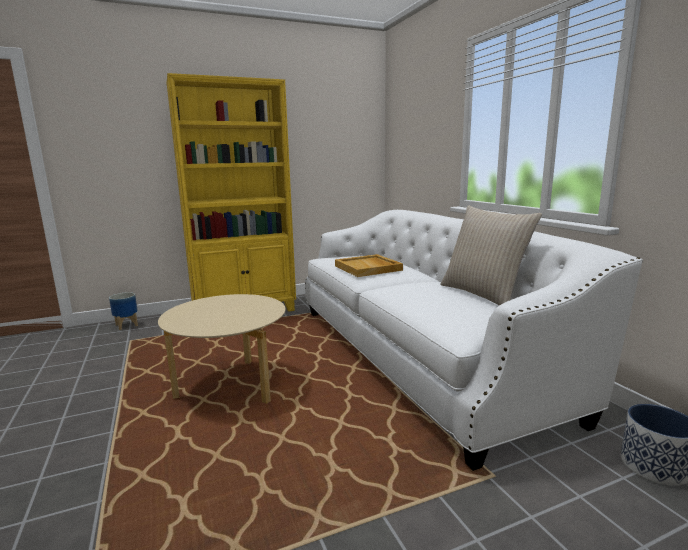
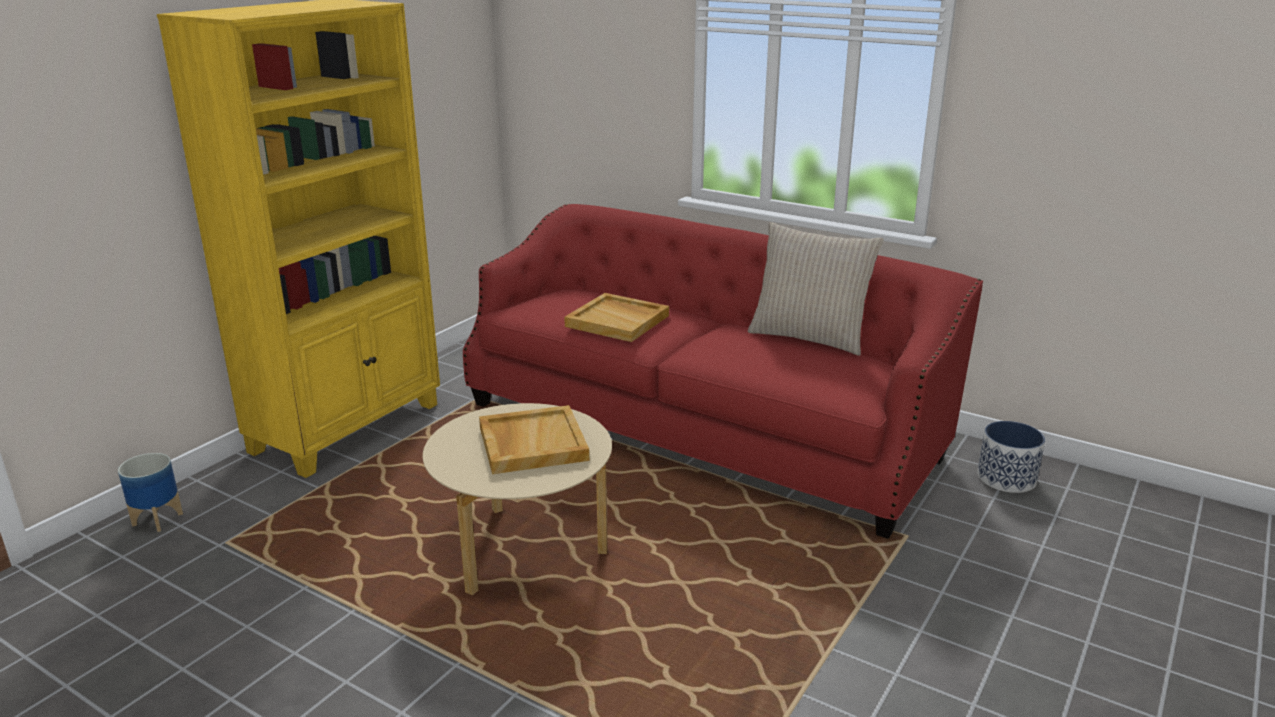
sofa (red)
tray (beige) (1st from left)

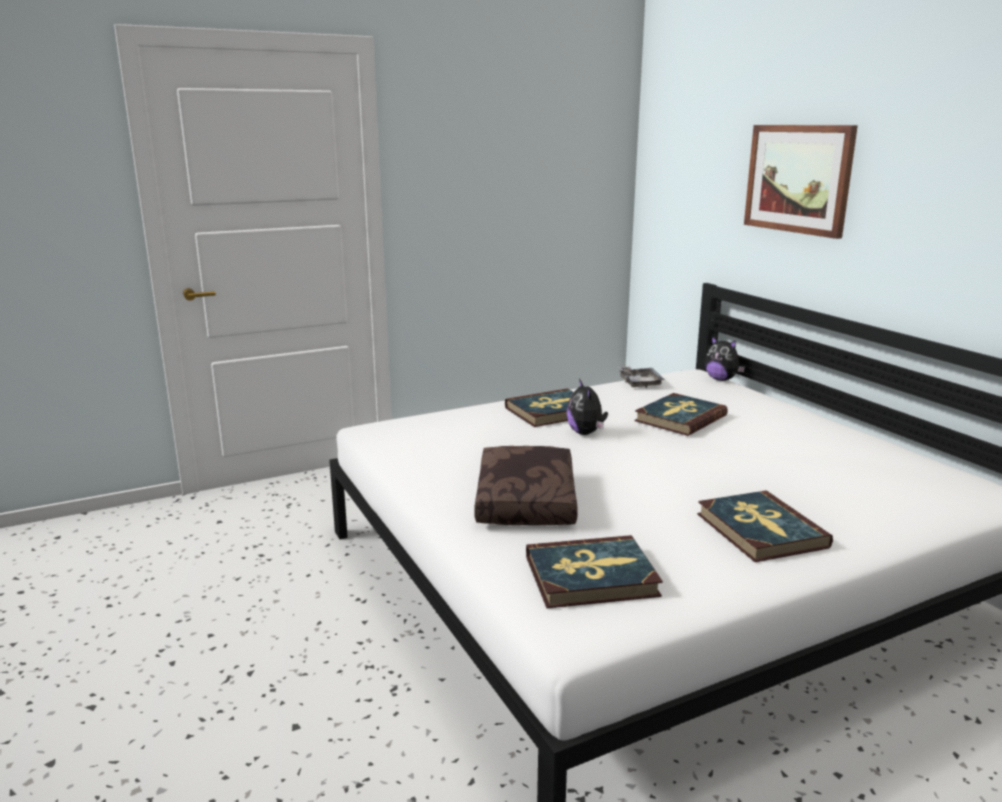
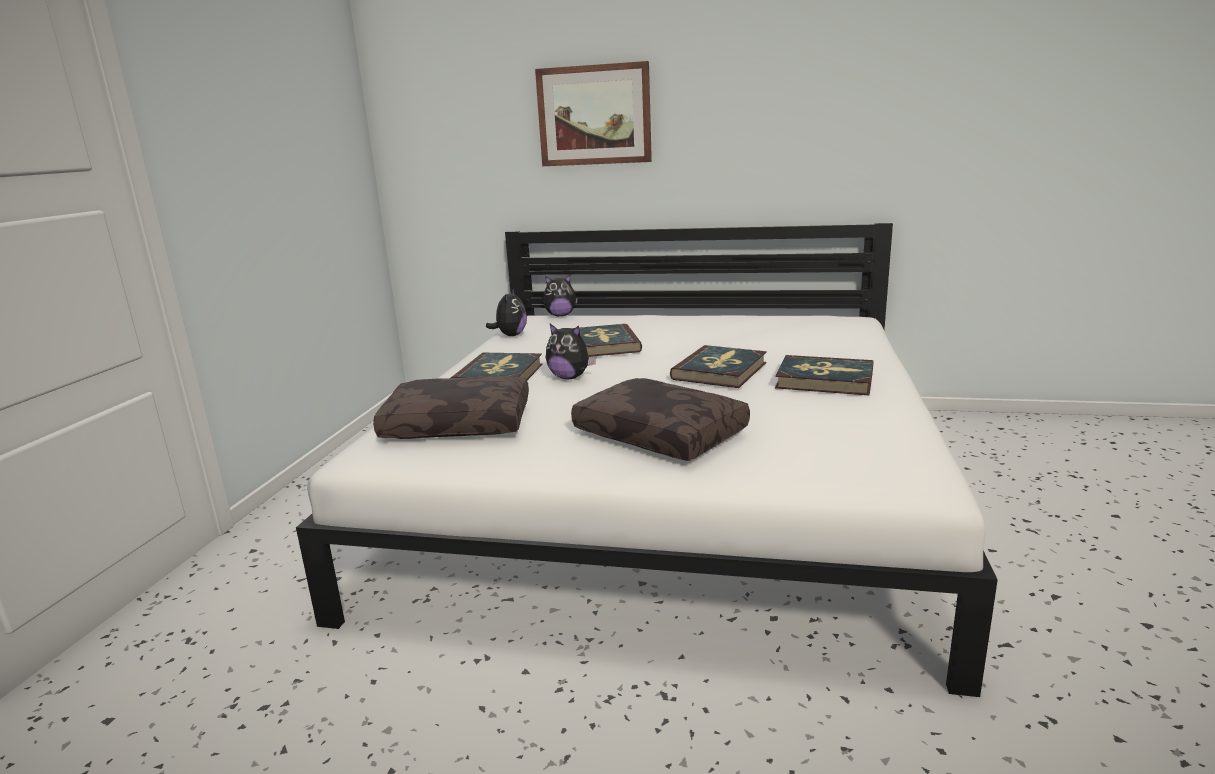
plush toy (1st from left)
book (3rd from left)
pillow (brown) (1st from left)

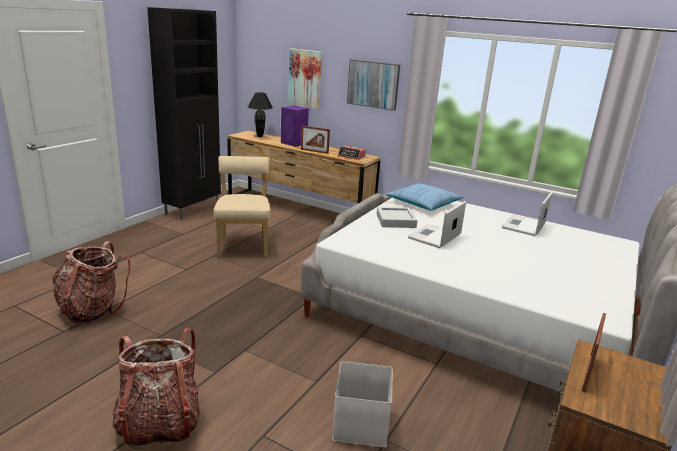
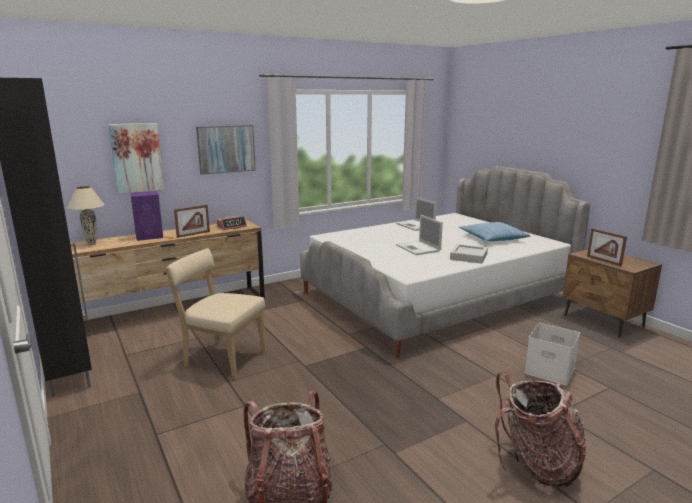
table lamp (beige)
pillow
tray (grey)

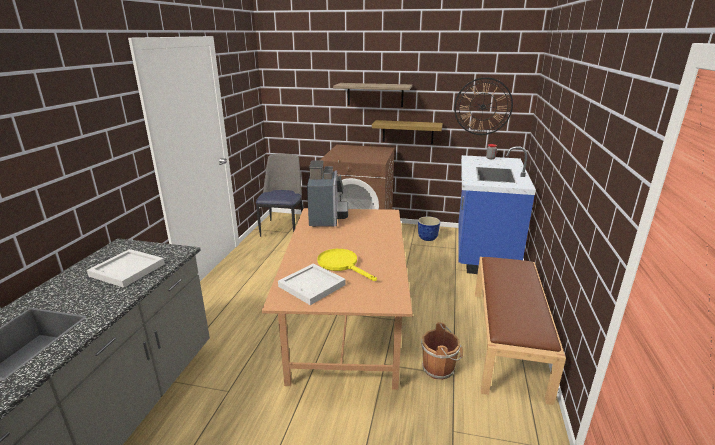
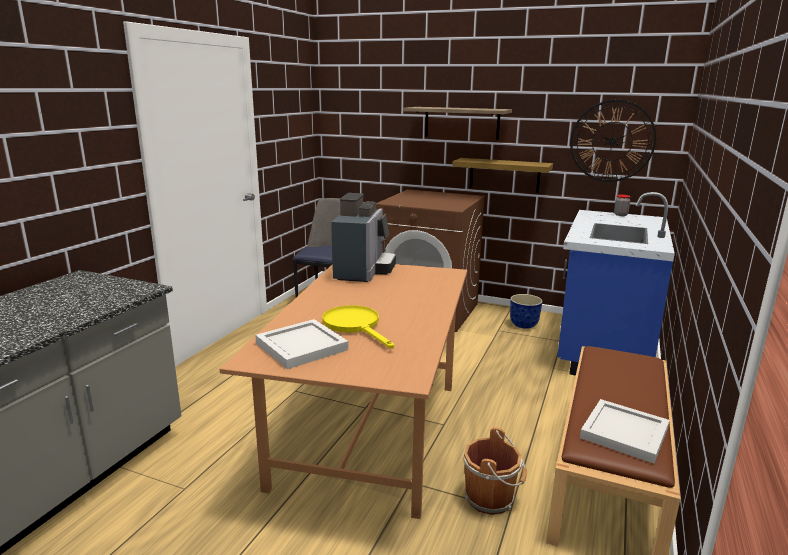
tray (white) (2nd from left)

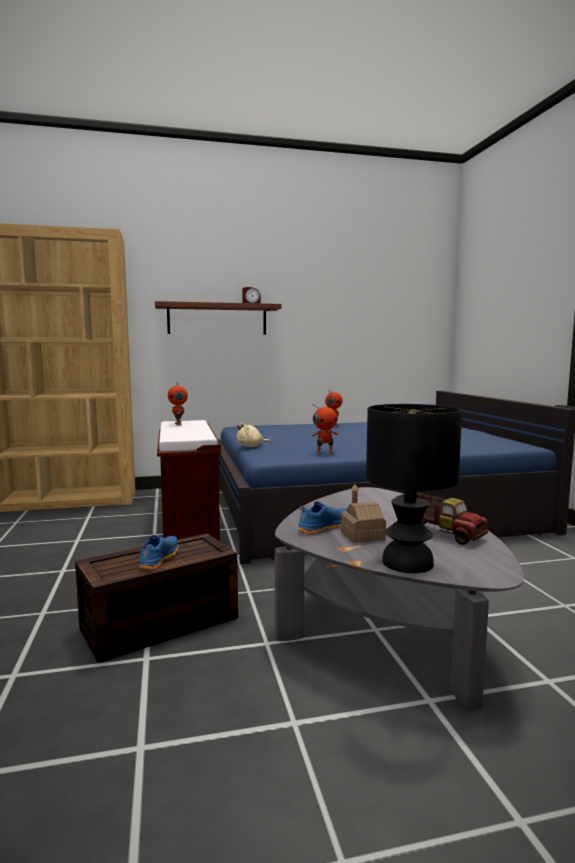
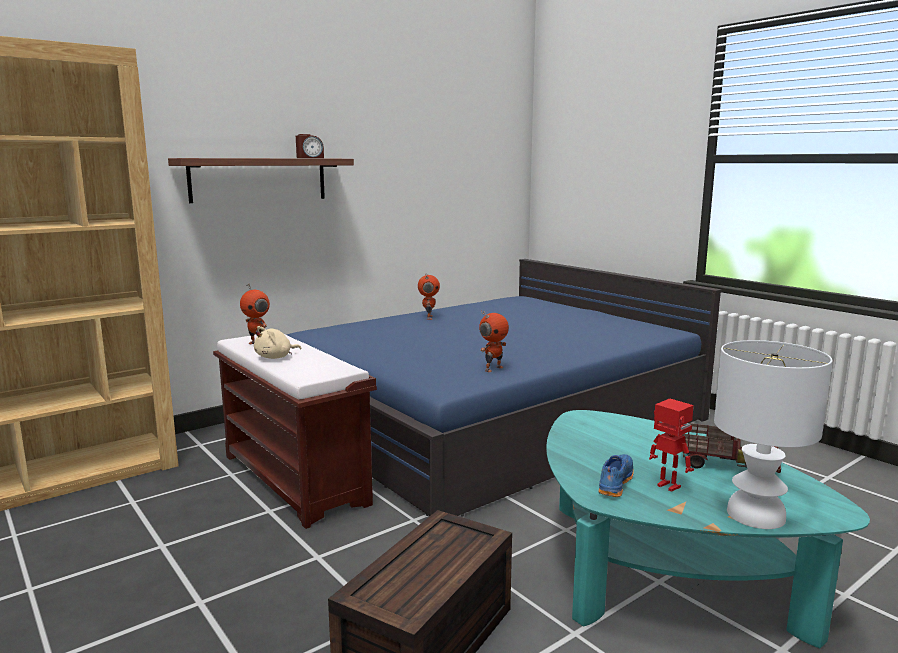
table lamp (white)
plush toy (beige)
toy robot (4th from left)
coffee table (turquoise)
shoe (blue) (1st from left in the first image)

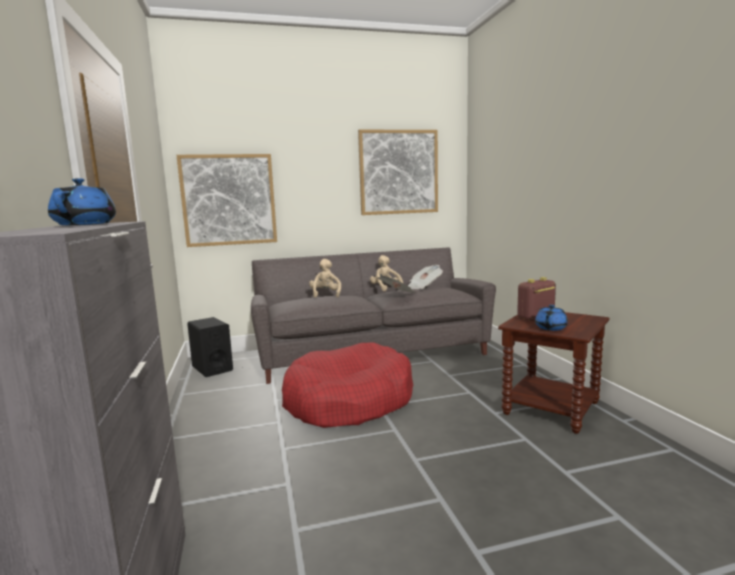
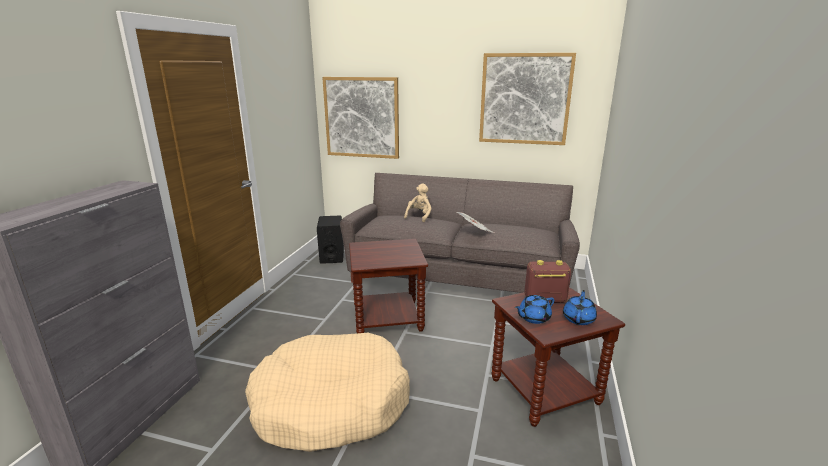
teapot (blue) (2nd from left)
plush toy (beige) (2nd from left in the first image)
newspaper (2nd from left in the first image)
side table (brown) (1st from left)
dog bed (beige)

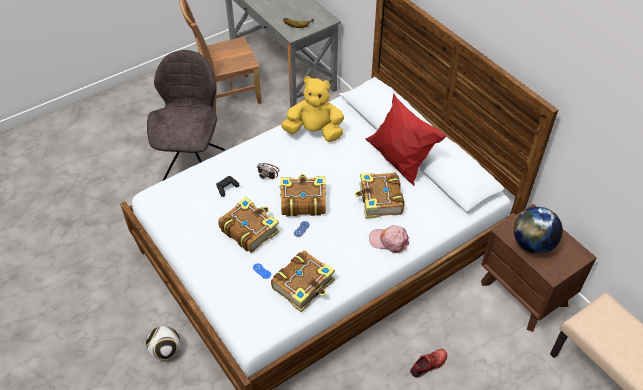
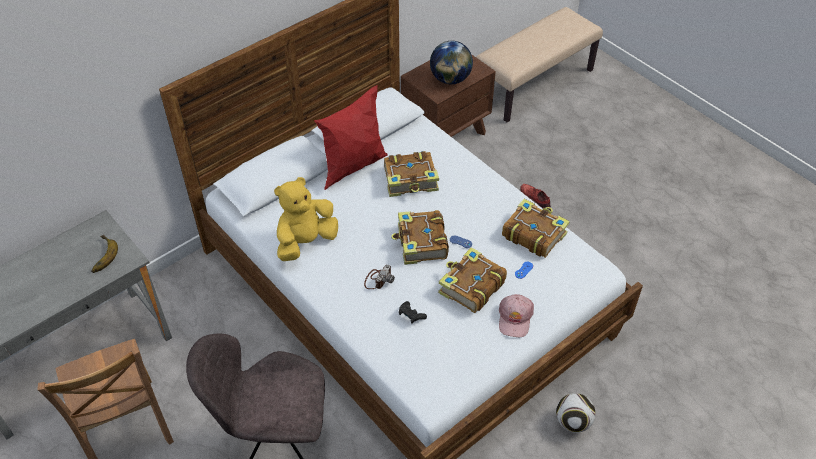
plush toy (yellow)
cap (pink)

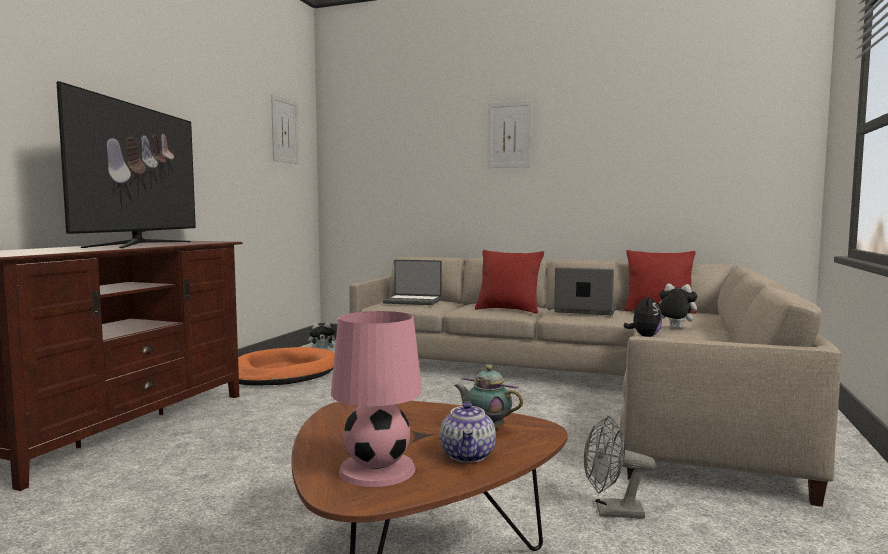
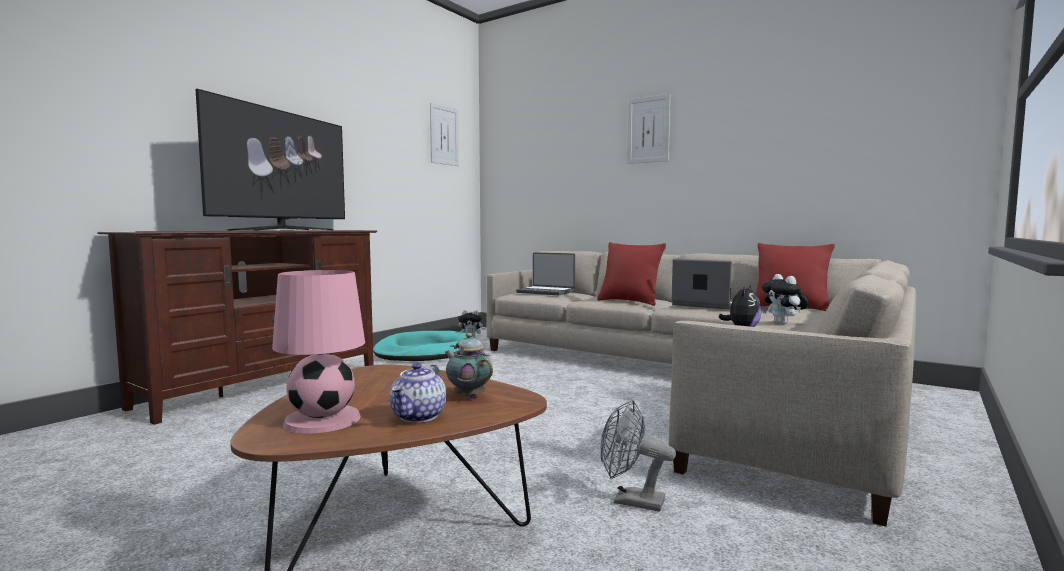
plush toy (3rd from left)
dog bed (turquoise)

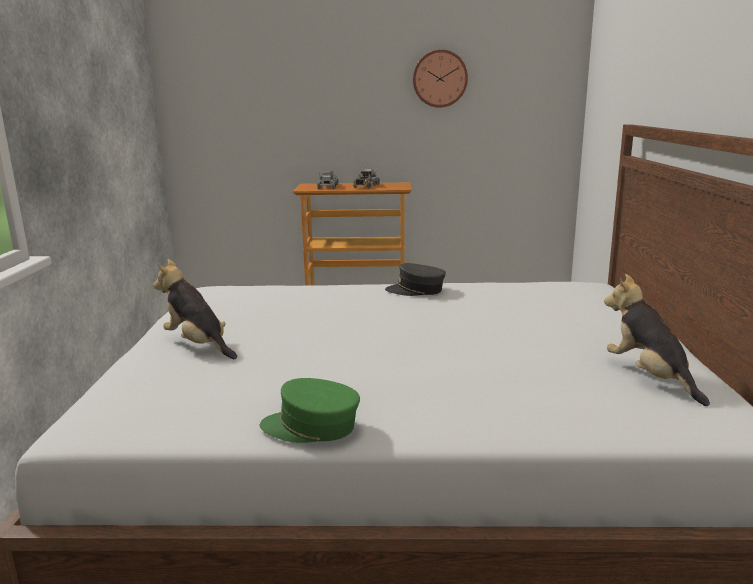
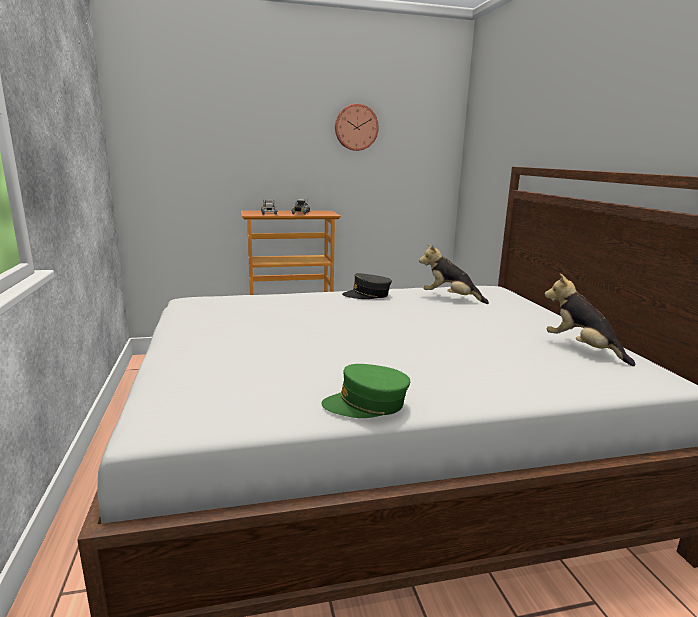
plush toy (1st from left)

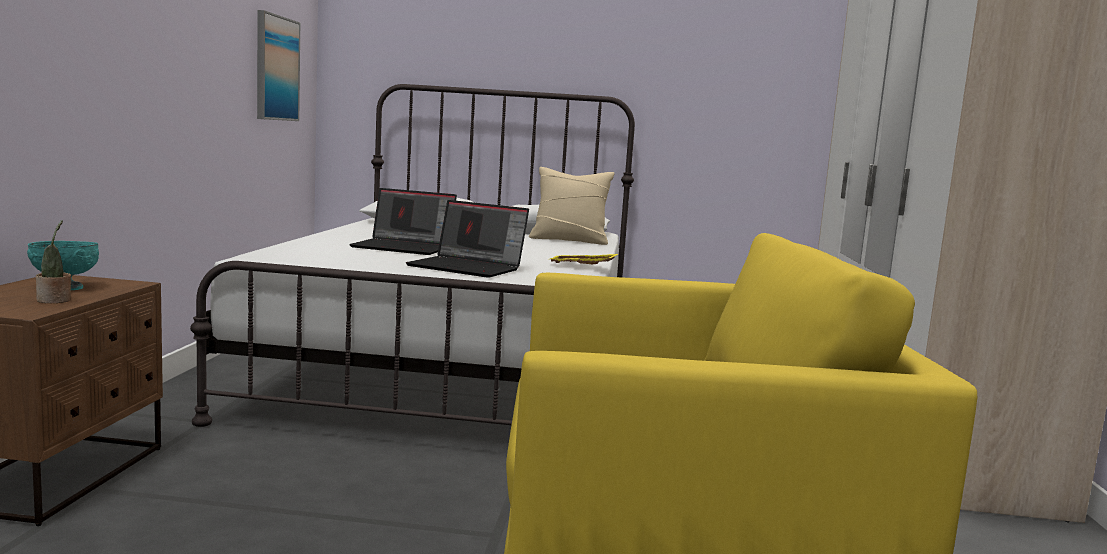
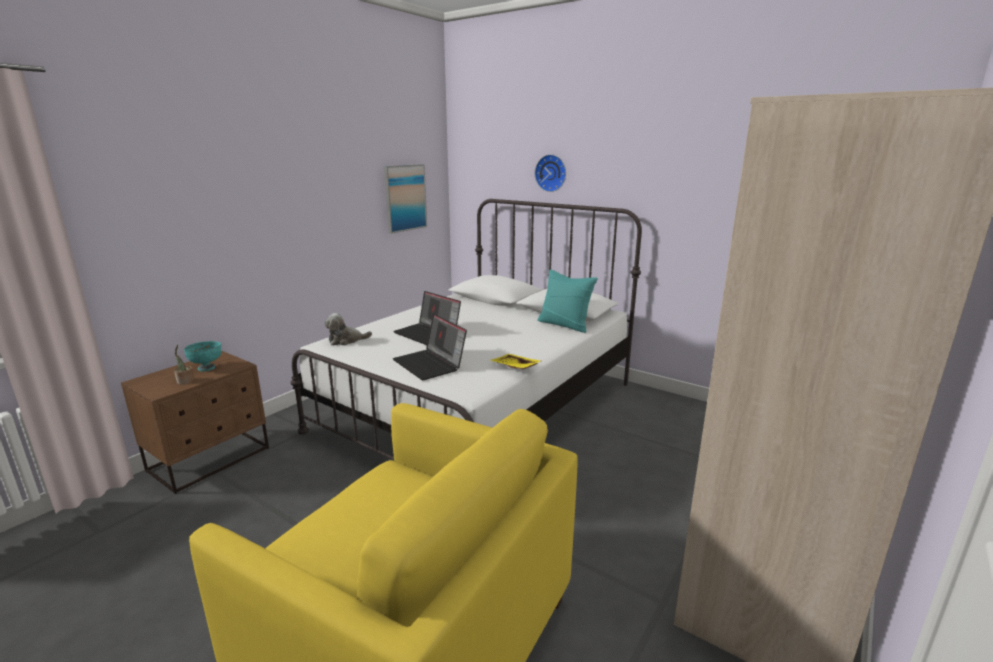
pillow (turquoise)
wall clock
plush toy

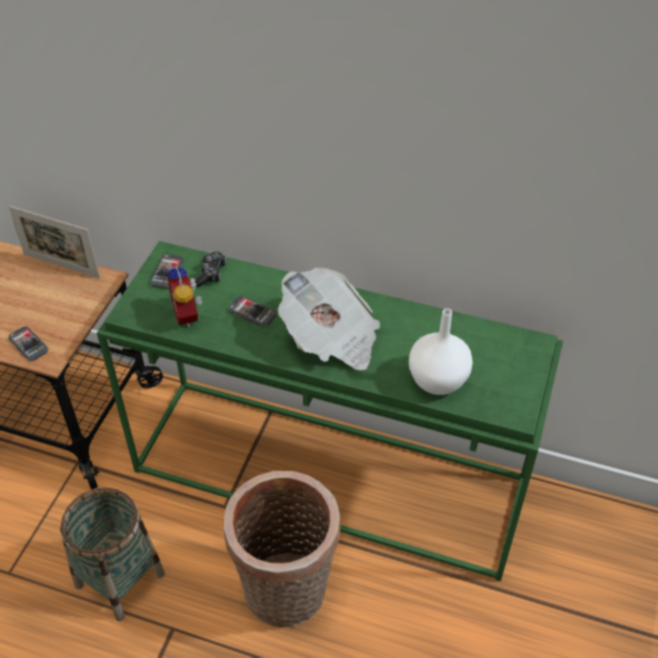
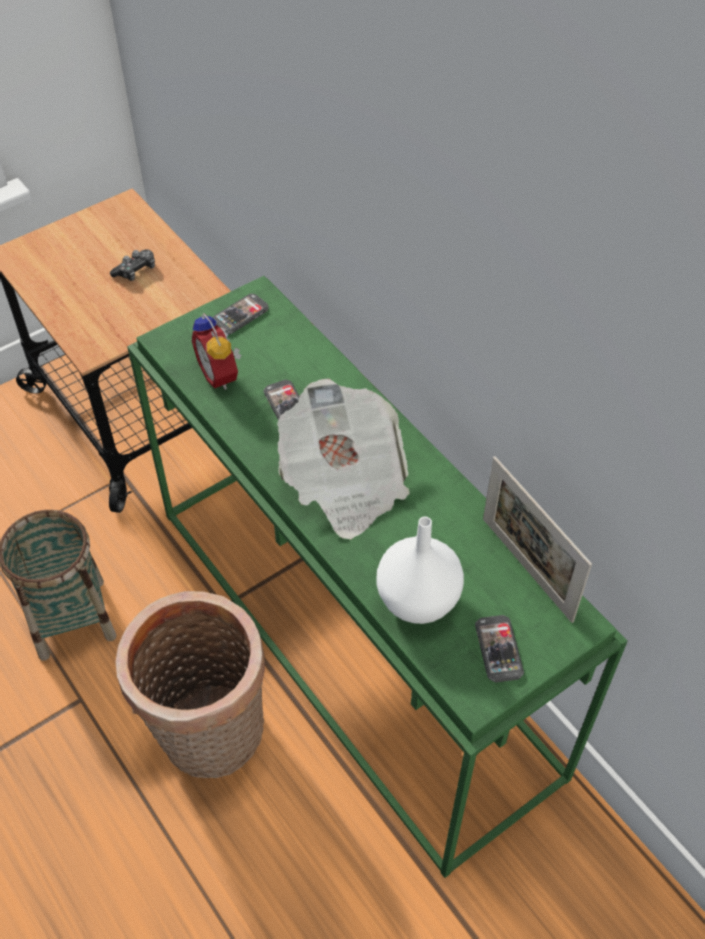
picture frame
game controller
alarm clock
phone (3rd from left)

